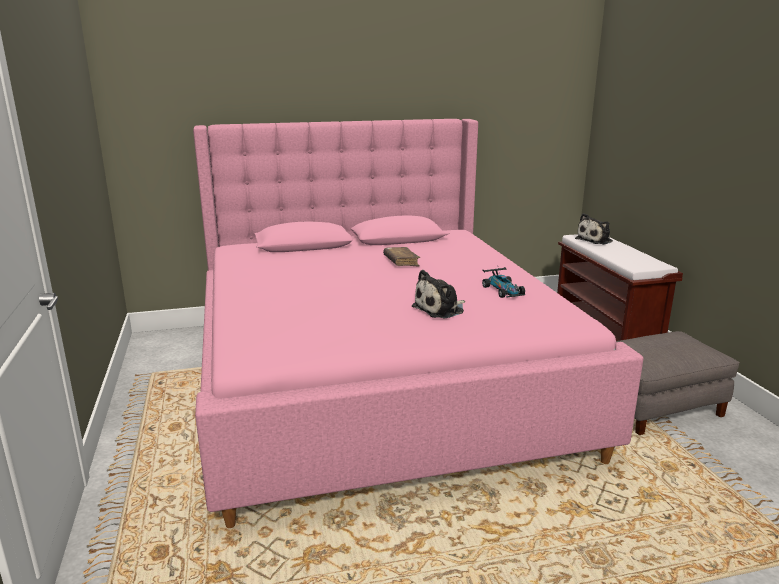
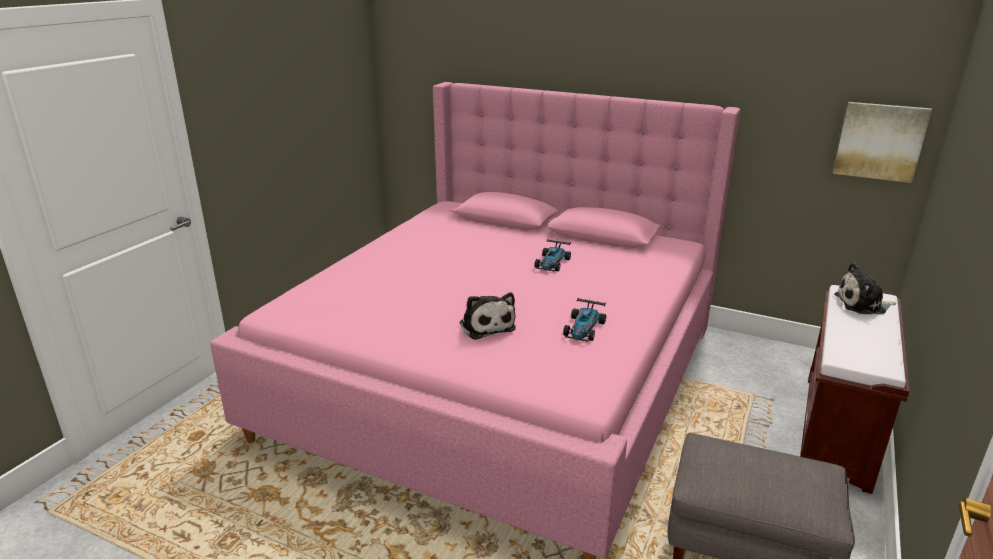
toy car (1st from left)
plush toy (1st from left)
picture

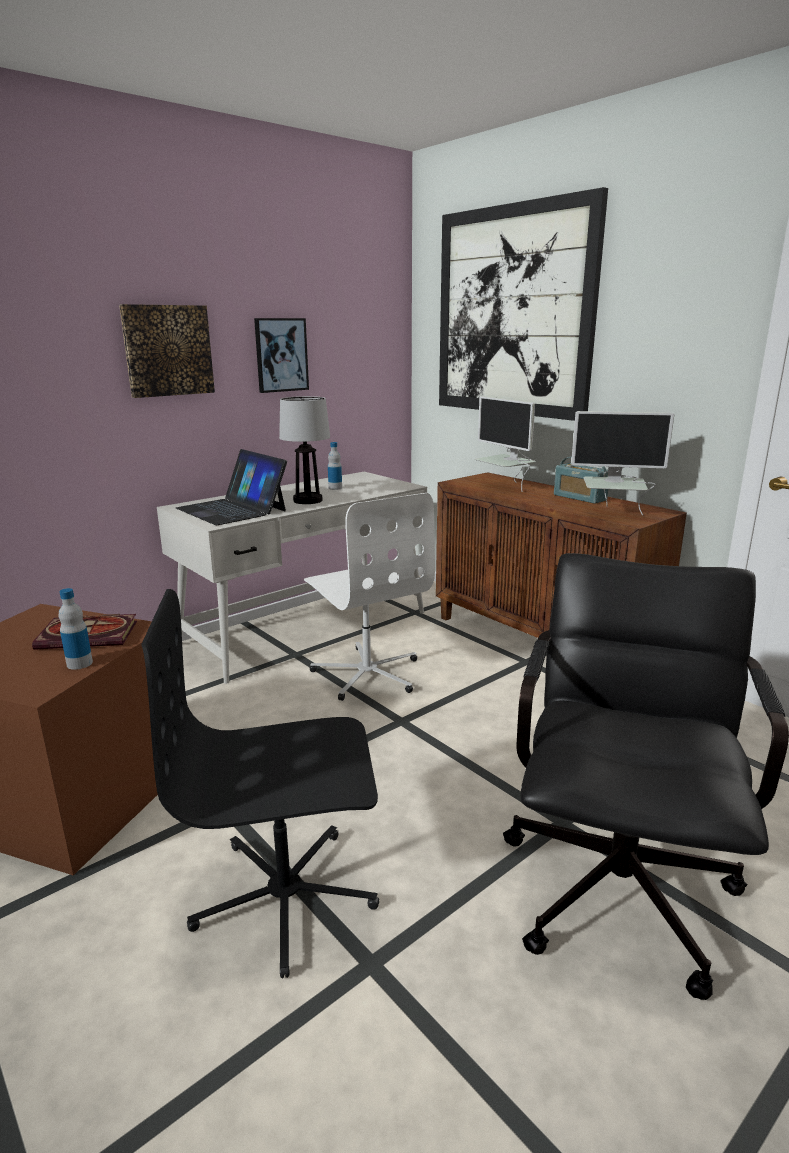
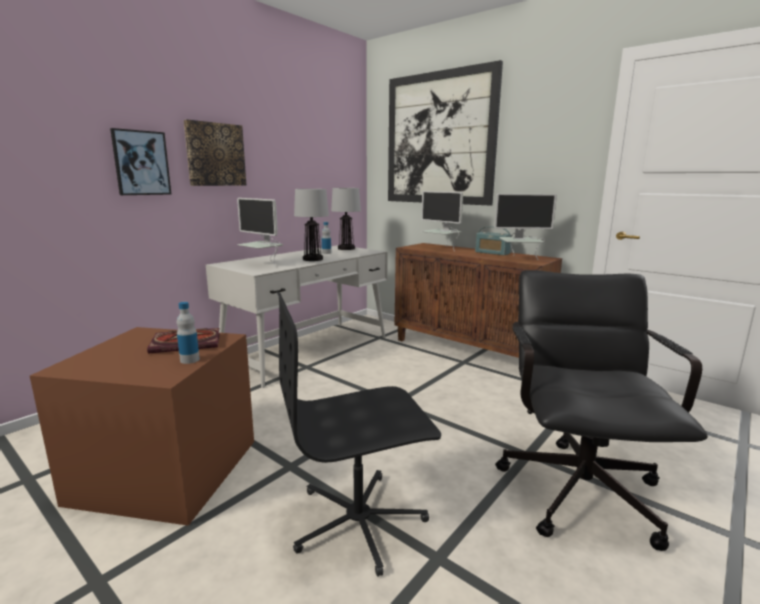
picture (1st from left)
monitor (1st from left)
office chair (white)
table lamp (2nd from left)

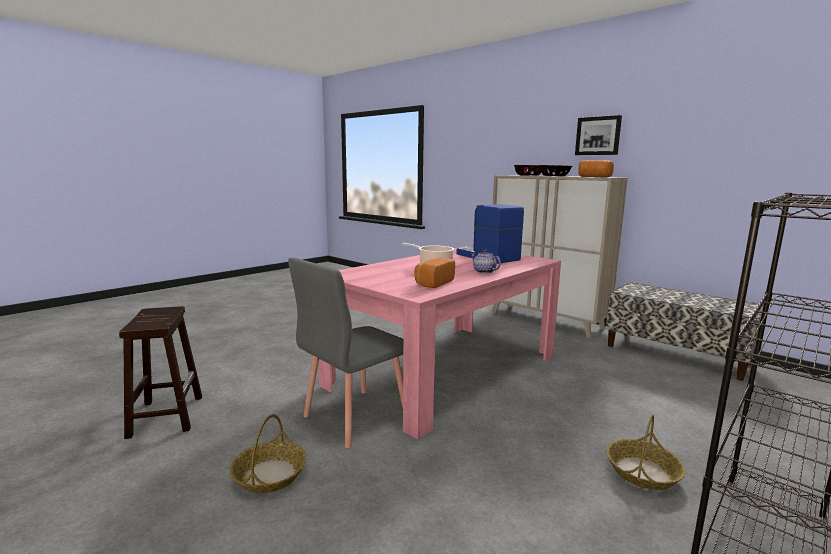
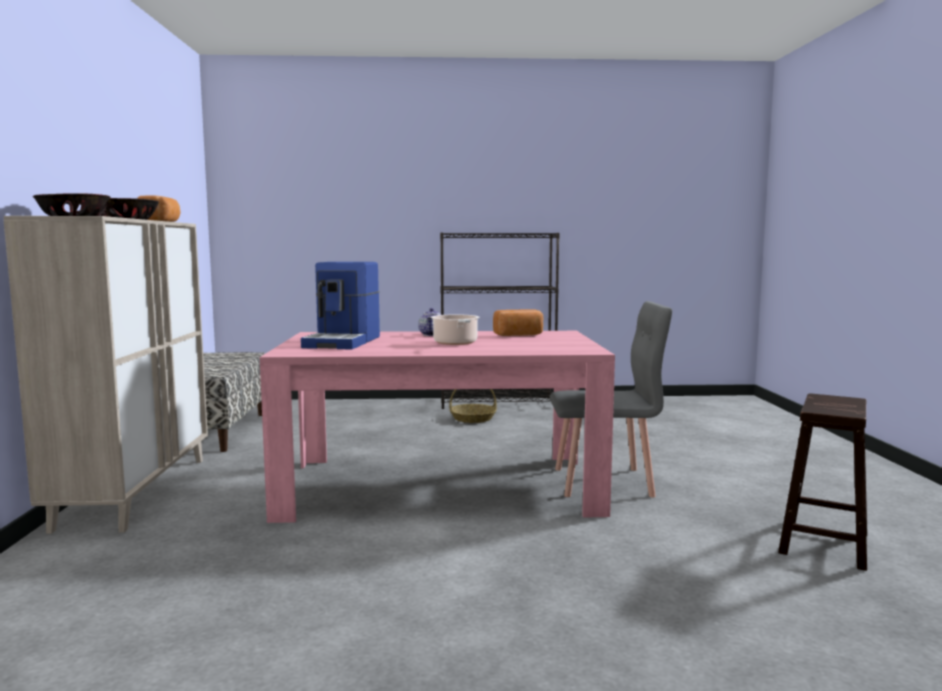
picture
basket (1st from left in the first image)

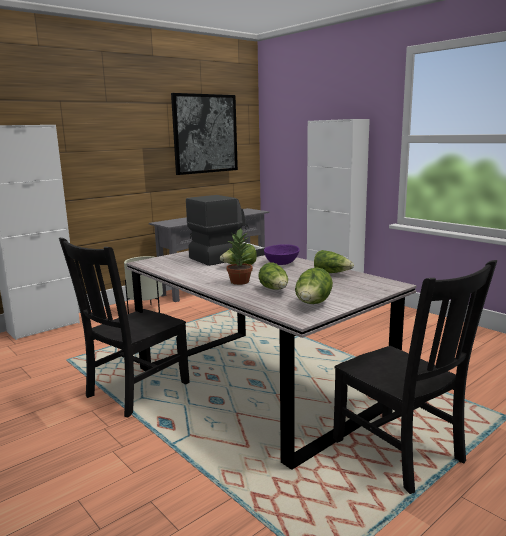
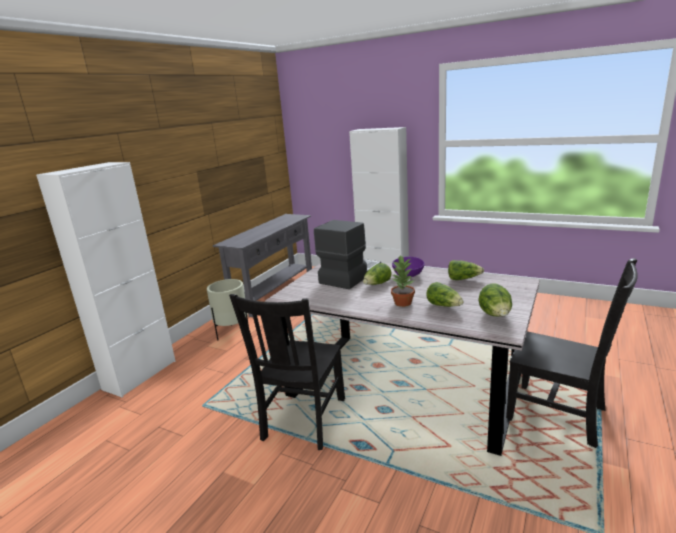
picture

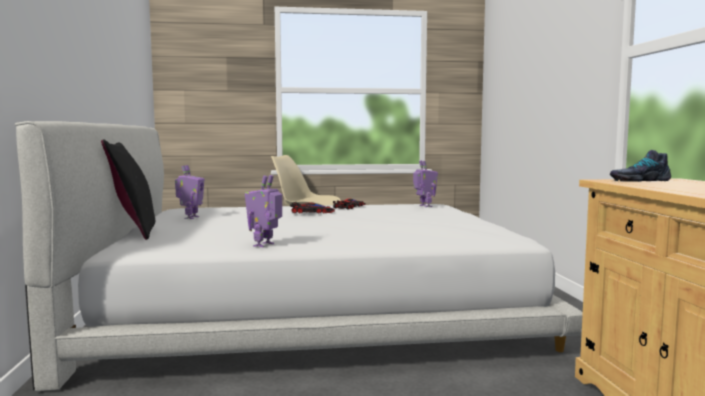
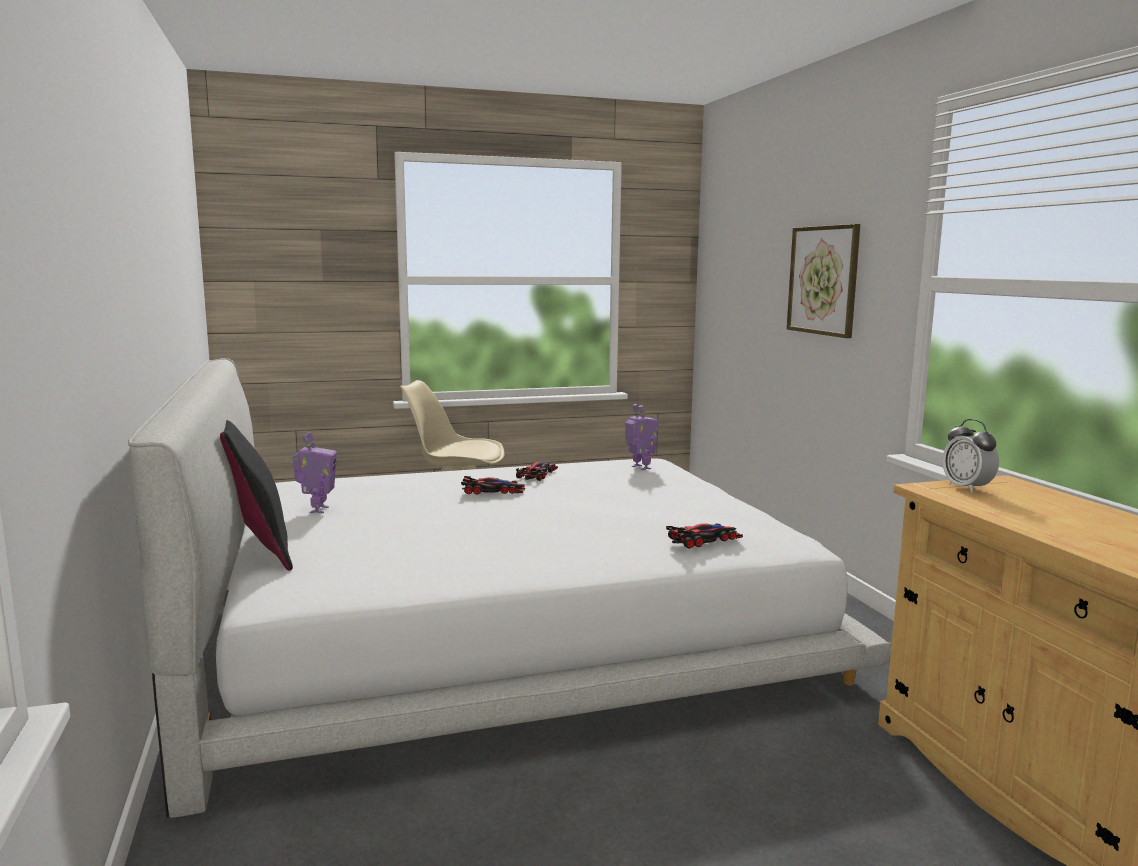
alarm clock
toy robot (2nd from left in the first image)
picture
toy car (3rd from left)

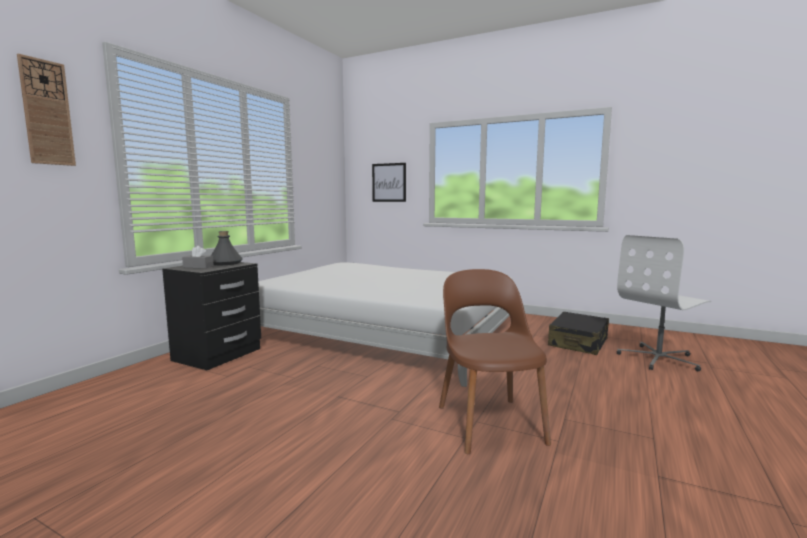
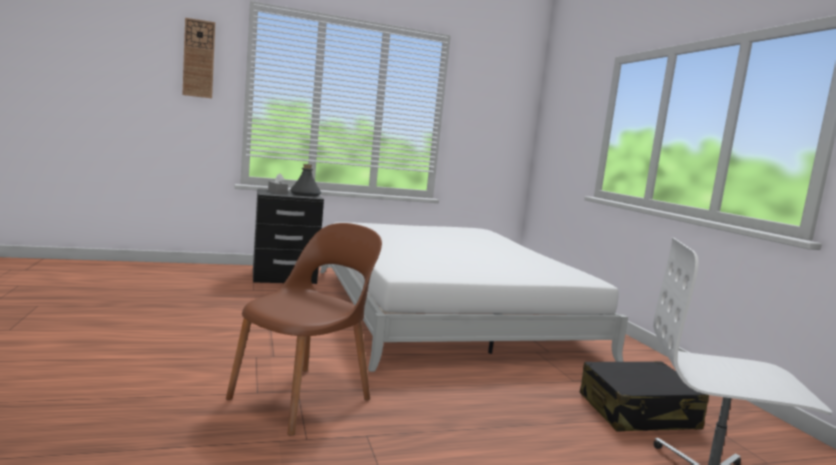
picture

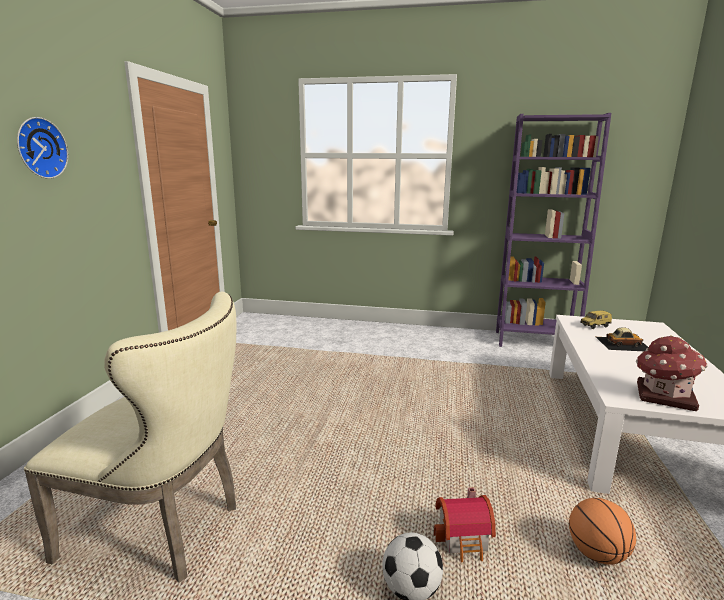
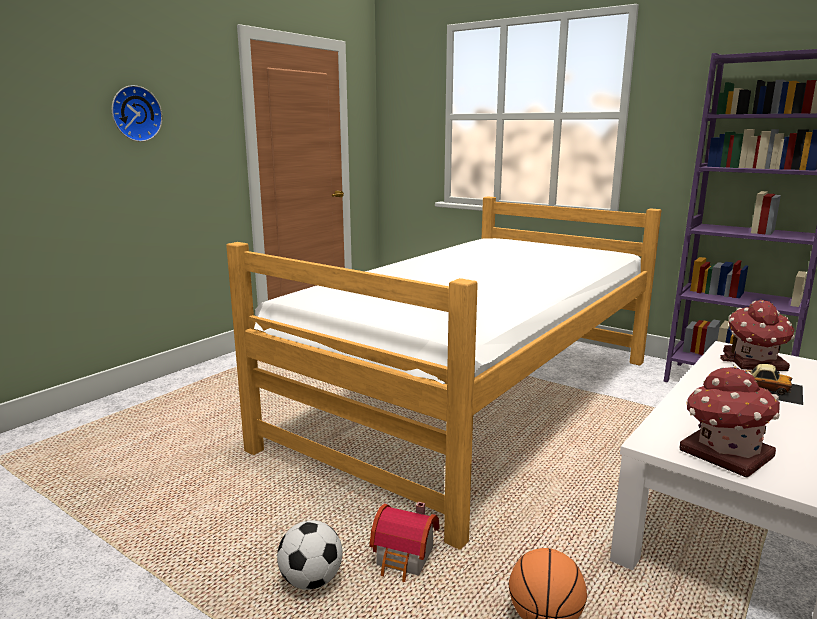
chair (beige)
toy house (3rd from left)
bed

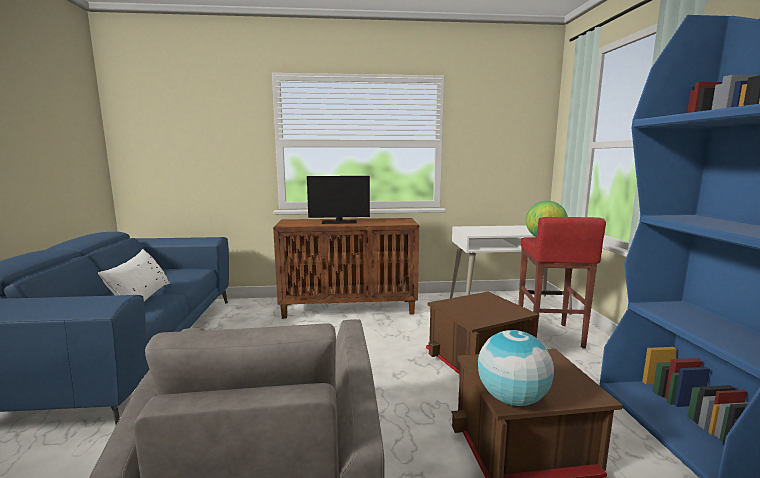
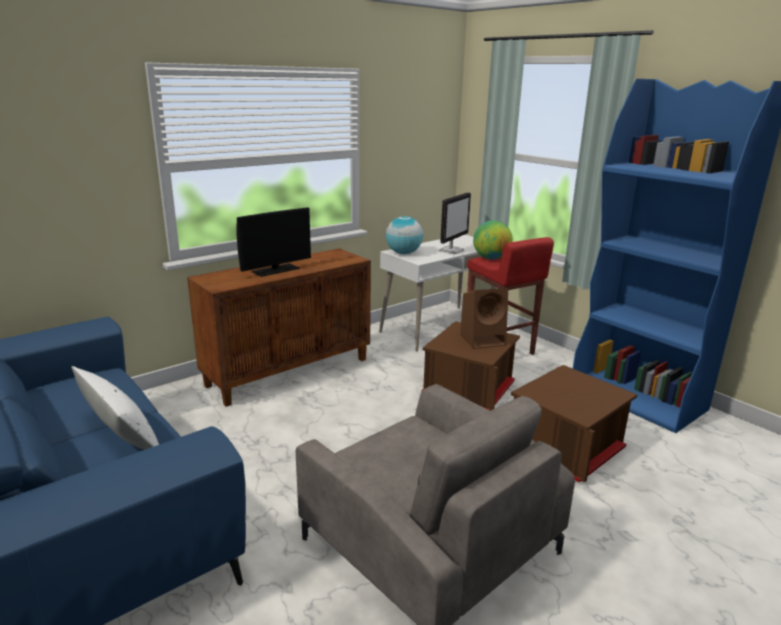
globe (1st from left)
monitor (2nd from left)
speaker (brown)

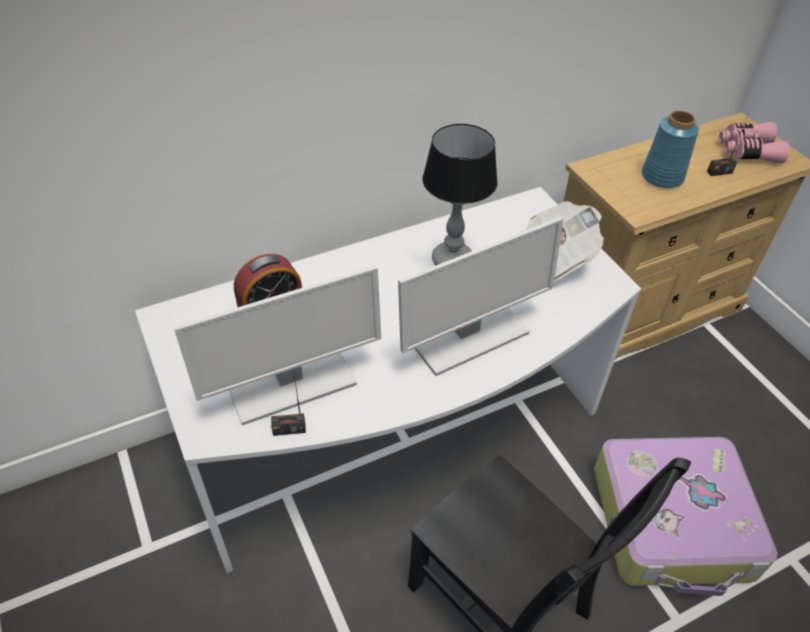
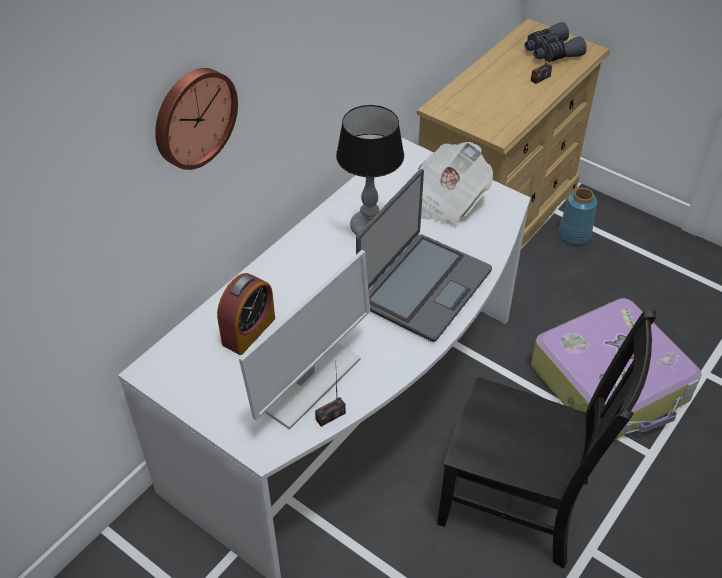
vase (blue)
binoculars (grey)
laptop
wall clock

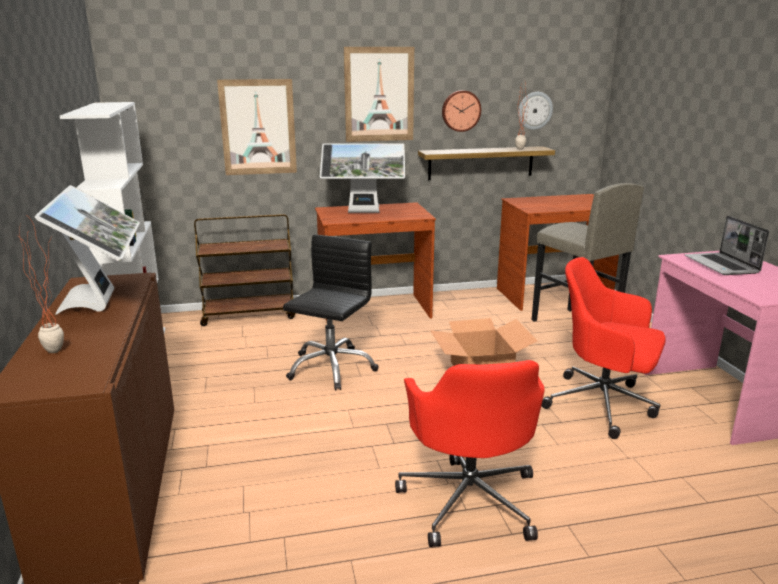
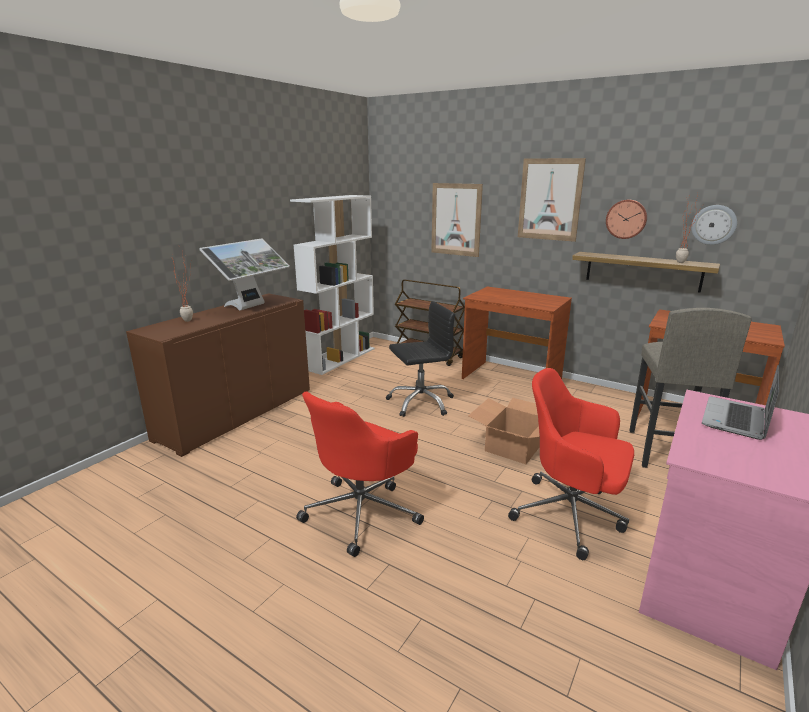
monitor (2nd from left in the first image)
office chair (red) (2nd from left)

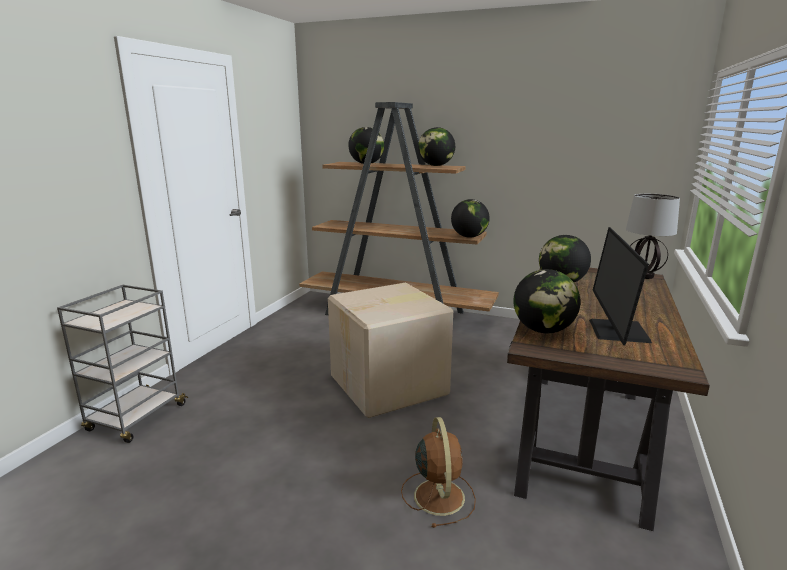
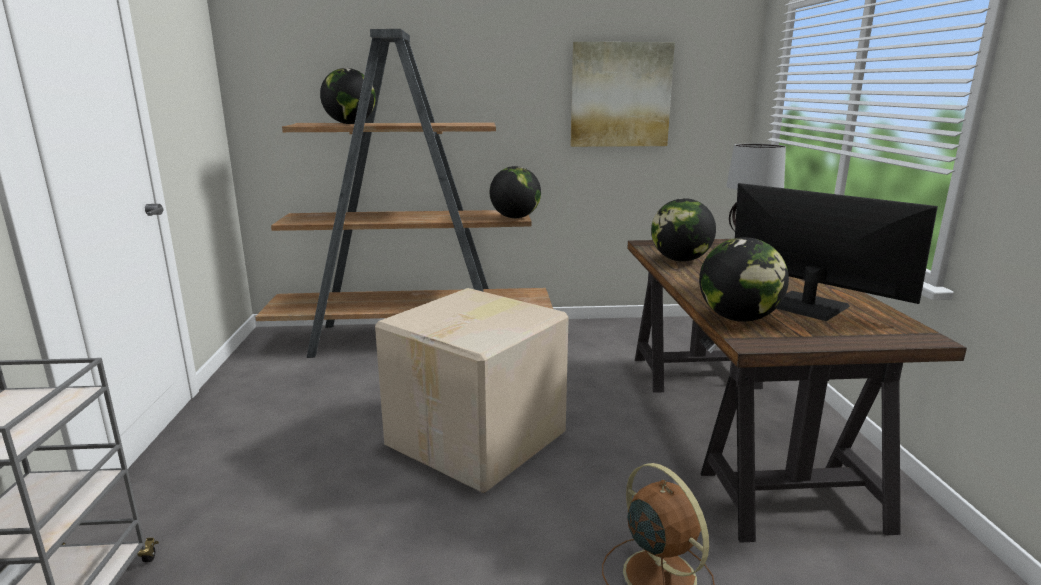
globe (2nd from left in the first image)
monitor
picture

